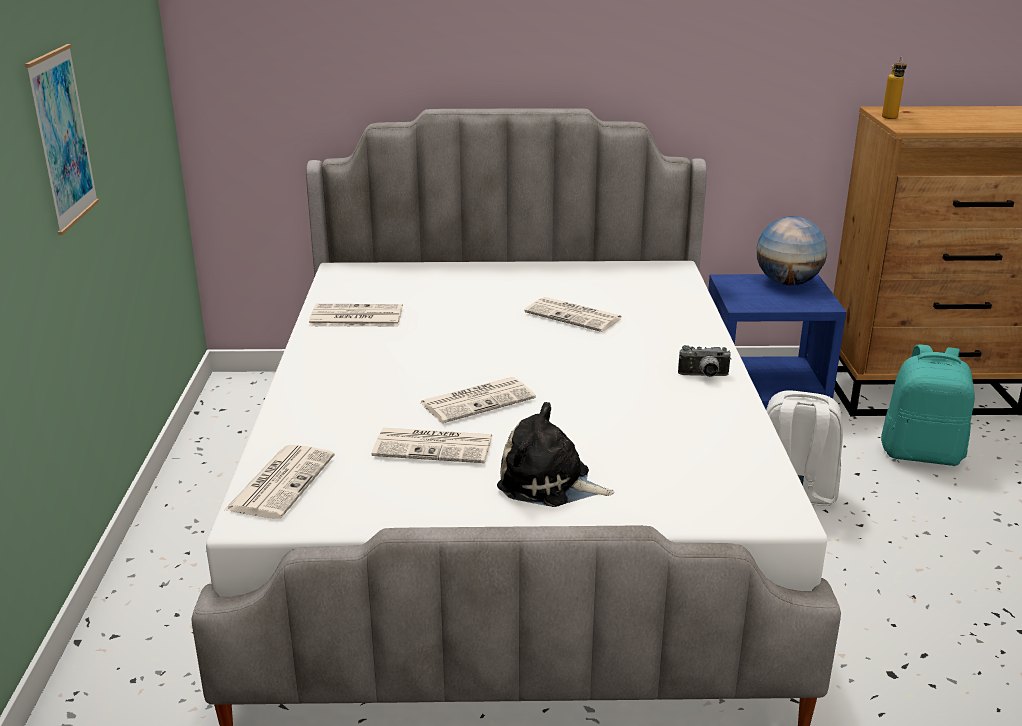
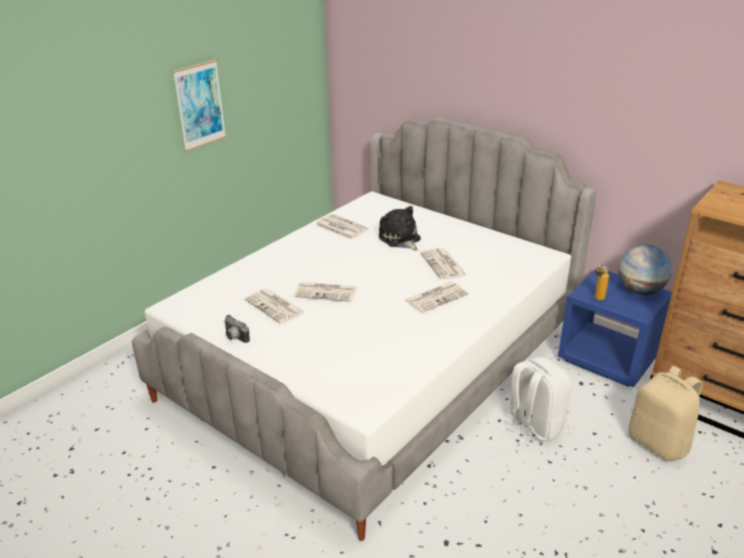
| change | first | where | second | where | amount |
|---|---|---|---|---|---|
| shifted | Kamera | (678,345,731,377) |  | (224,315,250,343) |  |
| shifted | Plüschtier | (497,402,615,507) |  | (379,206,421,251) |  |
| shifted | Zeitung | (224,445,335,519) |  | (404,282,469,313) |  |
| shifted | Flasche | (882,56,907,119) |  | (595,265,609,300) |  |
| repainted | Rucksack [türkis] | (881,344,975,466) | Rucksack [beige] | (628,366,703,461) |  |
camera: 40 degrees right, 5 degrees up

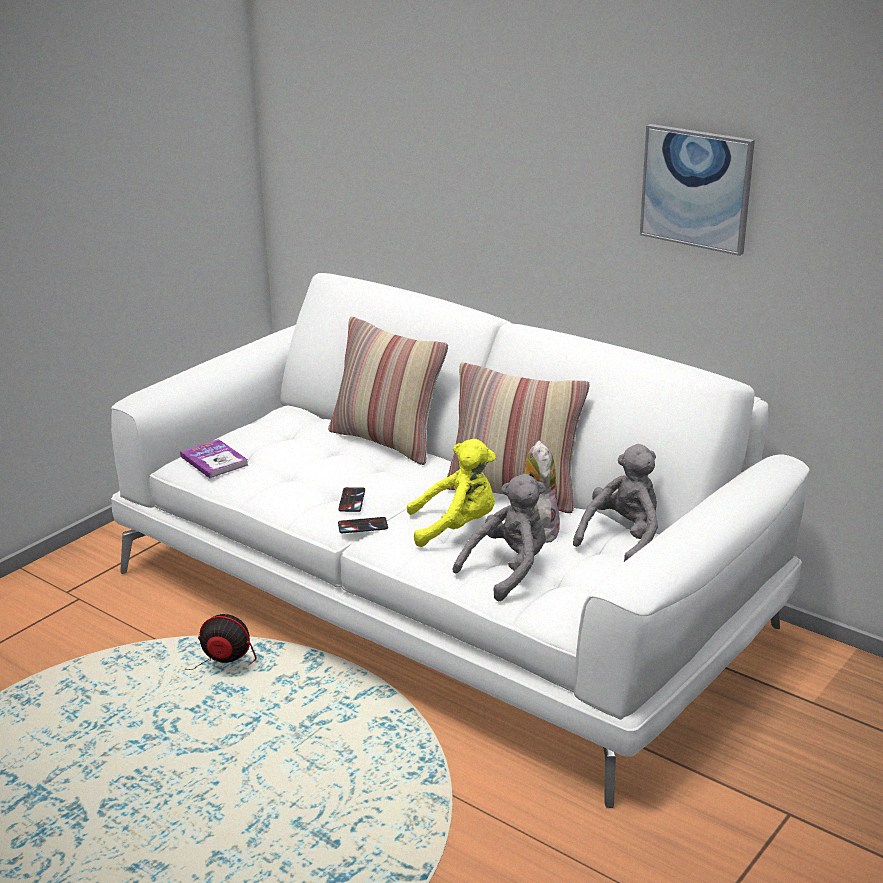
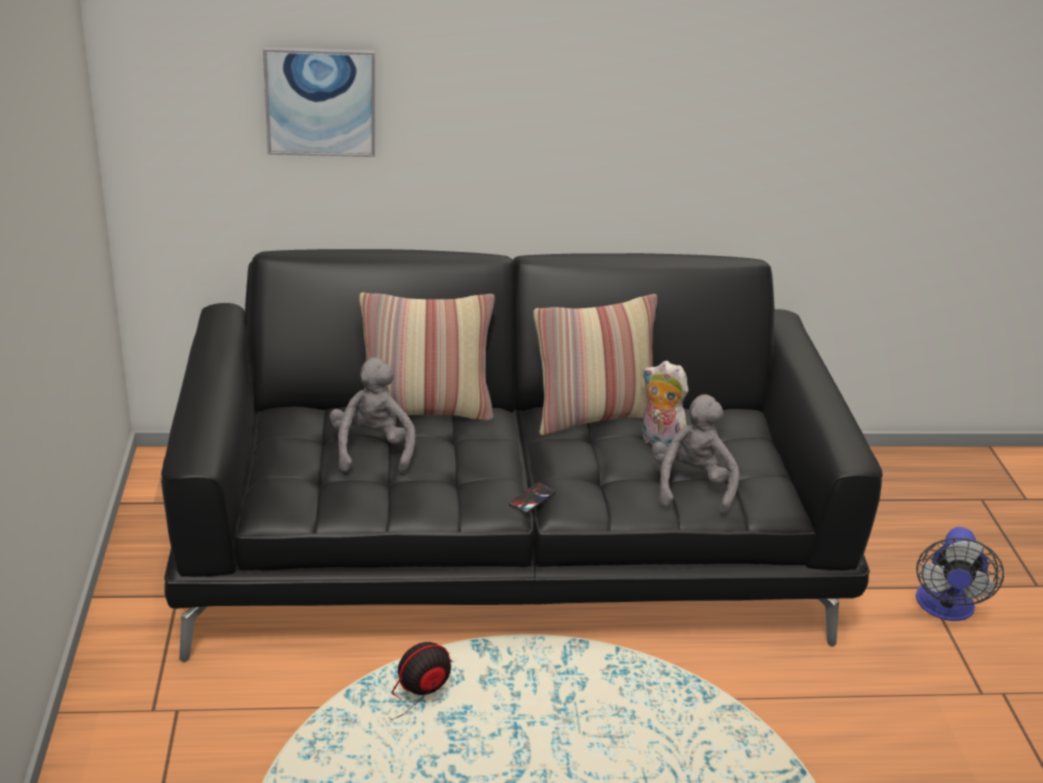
| change | first | where | second | where | amount |
|---|---|---|---|---|---|
| repainted | Sofa [weiß] | (111,273,810,808) | Sofa [schwarz] | (161,249,883,662) |  |
| shifted | Bild | (640,124,755,256) |  | (263,47,375,157) |  |
| shifted | Plüschtier [grau] | (573,444,658,562) |  | (329,358,415,474) |  |
| new |  |  | Ventilator | (916,527,1004,621) |  |
| gone | Buch | (180,439,248,478) |  |  |  |
| gone | Handy | (338,487,365,512) |  |  |  |
| gone | Plüschtier [gelb] | (407,439,495,547) |  |  |  |
camera: 45 degrees left, 5 degrees up

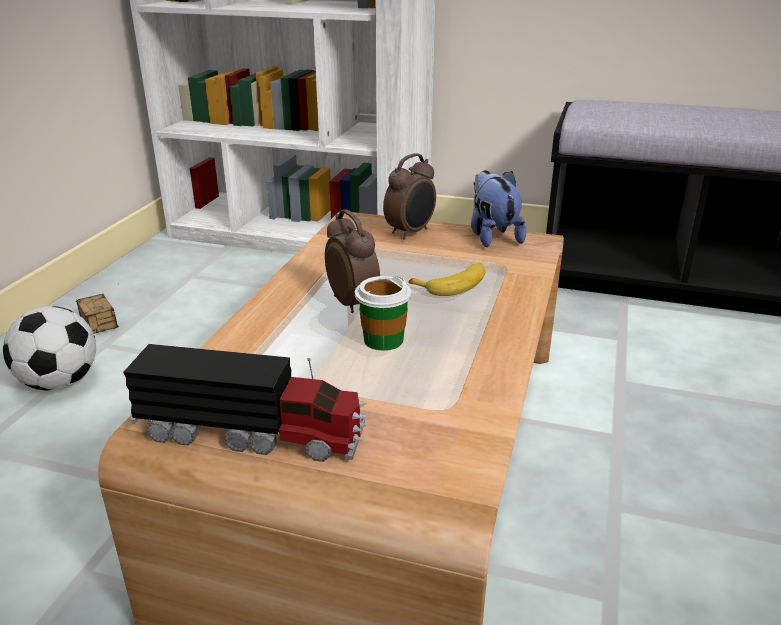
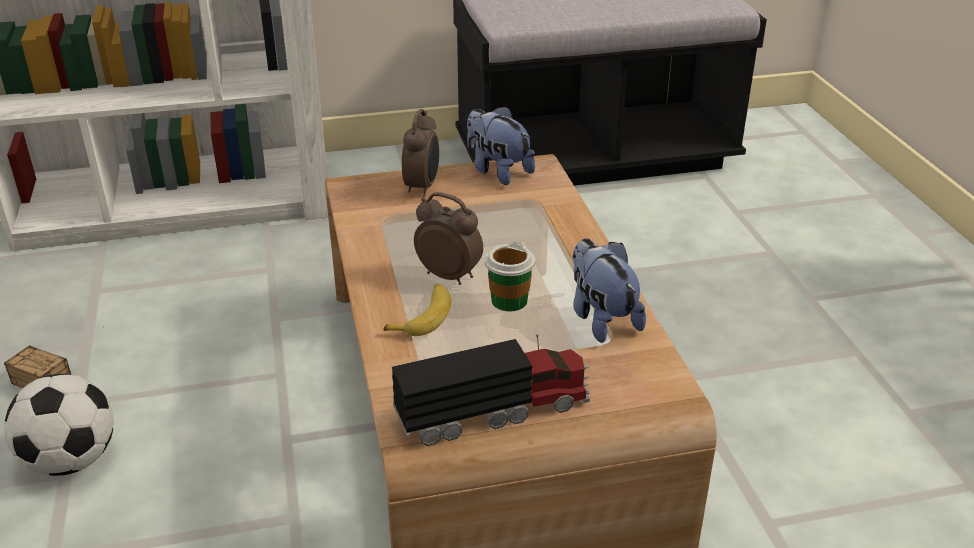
| change | first | where | second | where | amount |
|---|---|---|---|---|---|
| shifted | Banane | (408,263,486,296) |  | (383,284,451,336) |  |
| new |  |  | Plüschtier | (573,239,646,343) |  |
camera: 30 degrees left, 5 degrees up

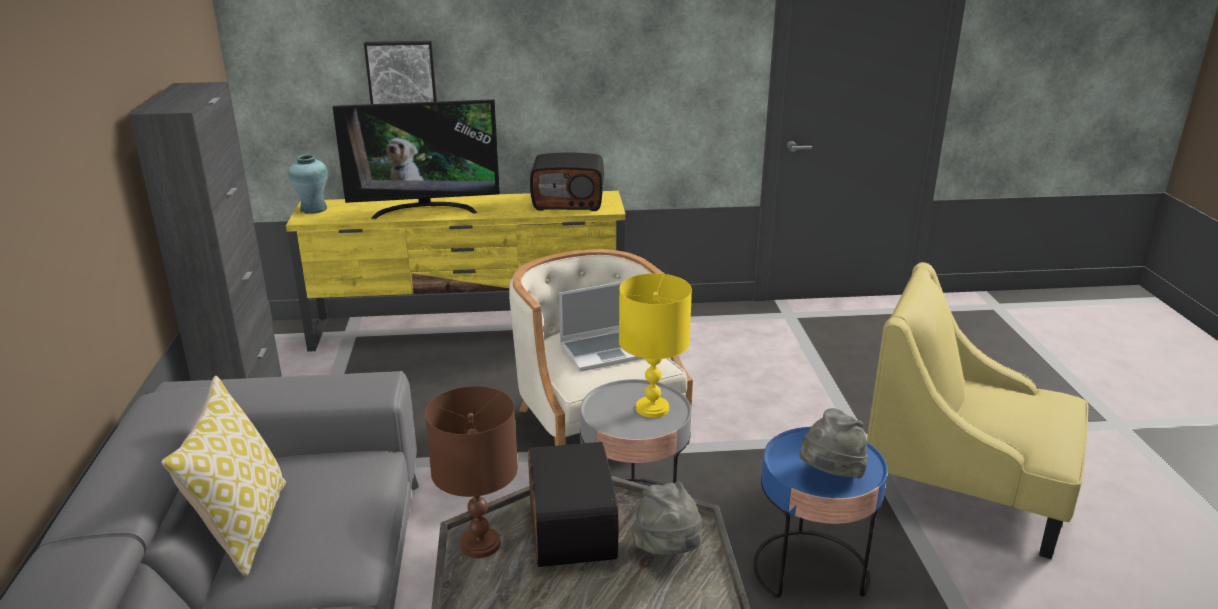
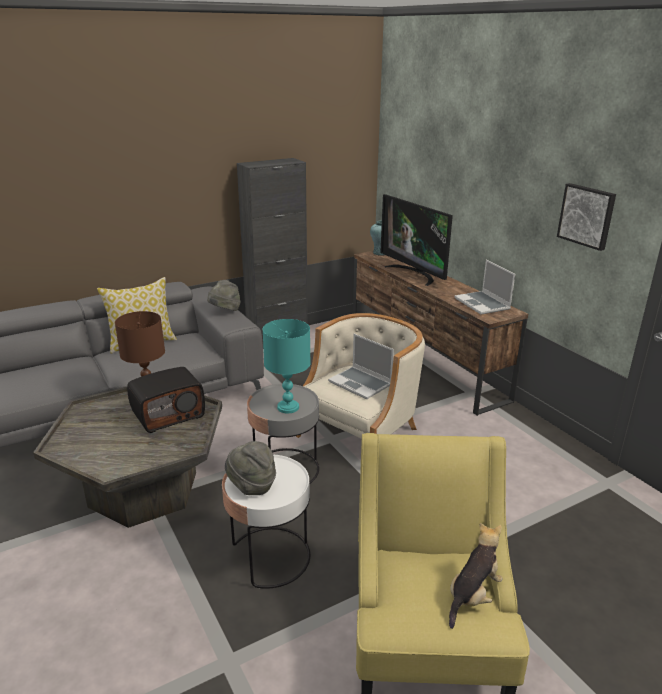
| change | first | where | second | where | amount |
|---|---|---|---|---|---|
| shifted | Hut [grau] | (631,481,702,555) |  | (207,280,241,311) |  |
| repainted | Beistelltisch [blau] | (753,427,888,598) | Beistelltisch [weiß] | (222,455,310,589) |  |
| repainted | Tischlampe [gelb] | (619,273,692,418) | Tischlampe [türkis] | (263,319,311,413) |  |
| repainted | Fernsehschrank [gelb] | (286,191,626,352) | Fernsehschrank [braun] | (353,251,528,416) |  |
| new |  |  | Plüschtier | (449,523,503,629) |  |
| swapped | Radio | (530,152,604,211) | Laptop | (455,260,515,315) |  |
| shifted | Bild | (364,41,437,104) |  | (557,183,616,251) |  |
camera: 65 degrees right, 0 degrees up

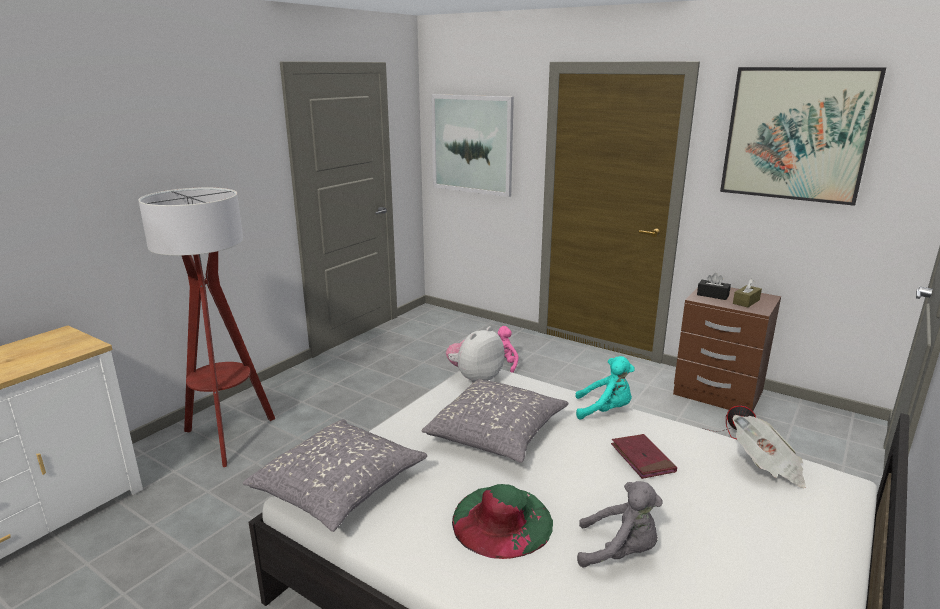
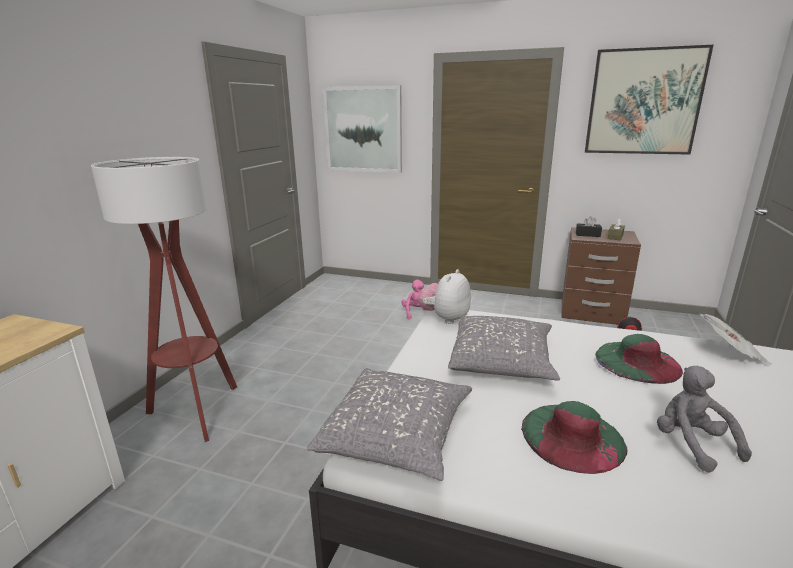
| change | first | where | second | where | amount |
|---|---|---|---|---|---|
| swapped | Buch [rot] | (611,434,677,479) | Hut [grün] | (596,334,683,384) |  |
| rotated | Plüschtier [grau] | (577,481,663,567) |  | (657,366,752,473) | 105 degrees counterclockwise |
| gone | Plüschtier [türkis] | (575,356,635,420) |  |  |  |
camera: 15 degrees left, 0 degrees up

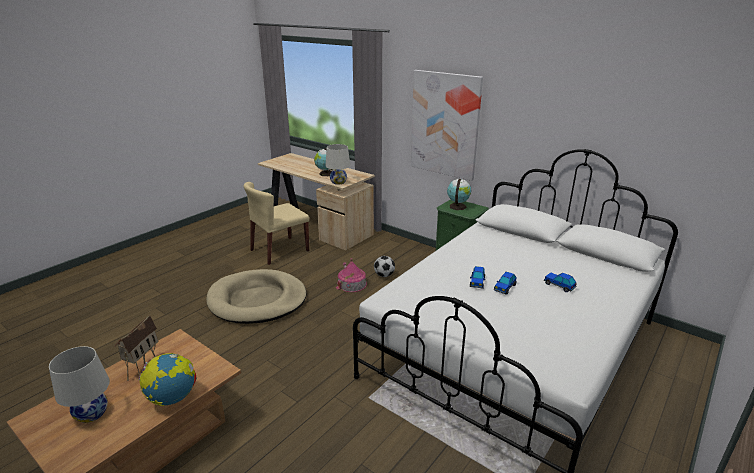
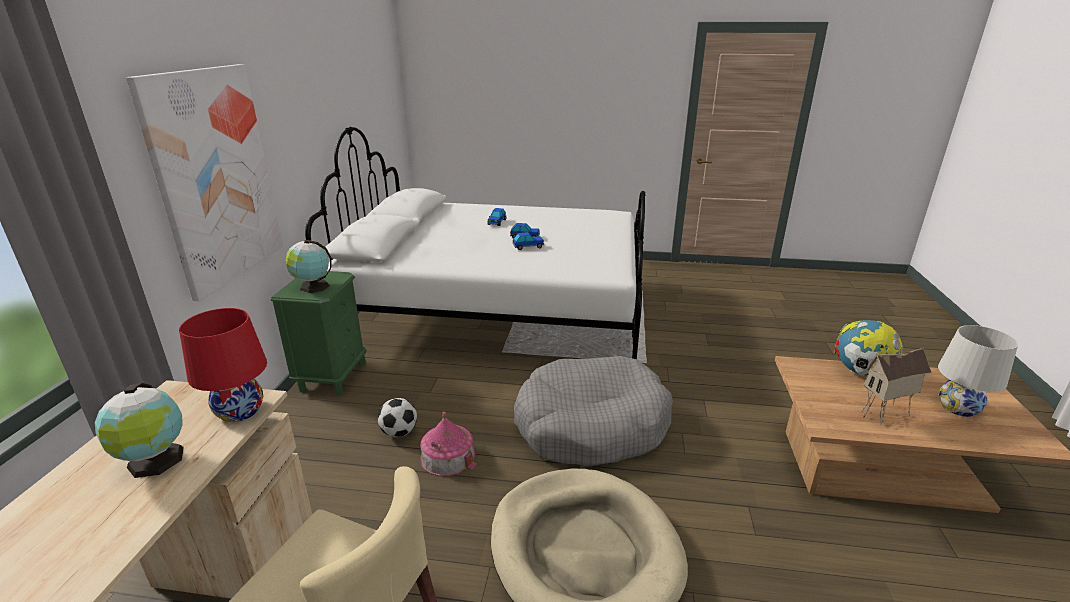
| change | first | where | second | where | amount |
|---|---|---|---|---|---|
| repainted | Tischlampe [weiß] | (325,144,350,185) | Tischlampe [rot] | (179,308,267,422) |  |
| new |  |  | Hundebett [grau] | (514,356,673,467) |  |
camera: 120 degrees left, 0 degrees up

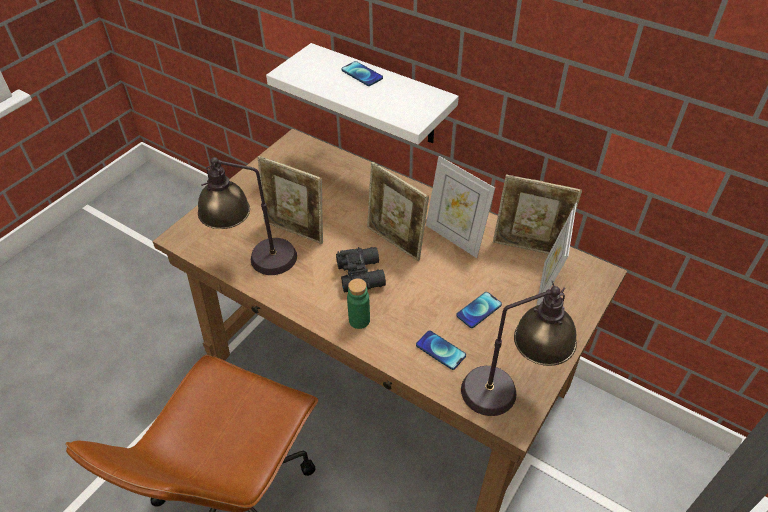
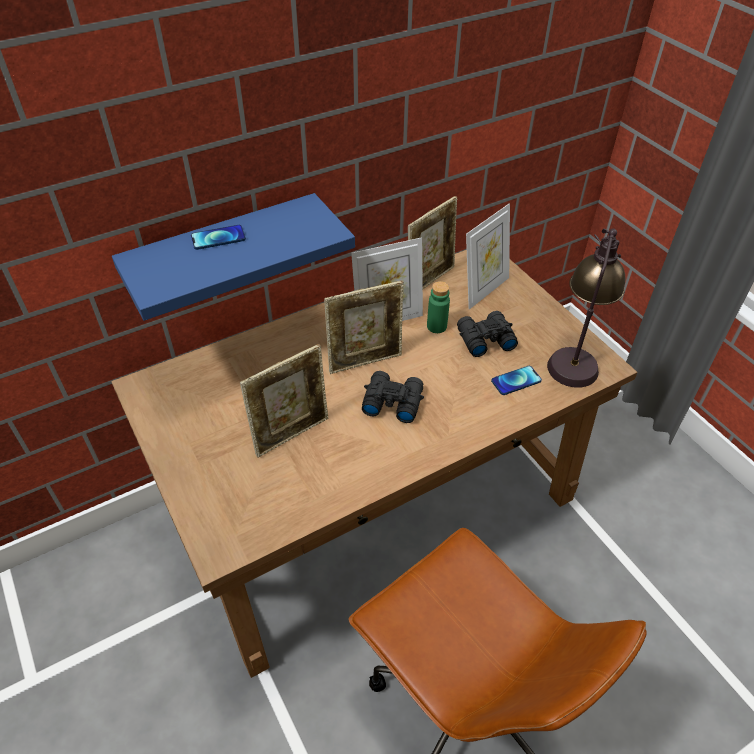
| change | first | where | second | where | amount |
|---|---|---|---|---|---|
| repainted | Wandregal [weiß] | (266,43,459,145) | Wandregal [blau] | (112,193,355,321) |  |
| shifted | Flasche [grün] | (347,278,370,329) |  | (427,281,450,333) |  |
| swapped | Handy | (456,292,502,328) | Fernglas [schwarz] | (457,311,518,357) |  |
| rotated | Bilderrahmen | (536,203,577,306) |  | (466,203,510,309) | 90 degrees counterclockwise |
| gone | Tischlampe | (198,157,297,275) |  |  |  |
camera: 65 degrees left, 0 degrees up

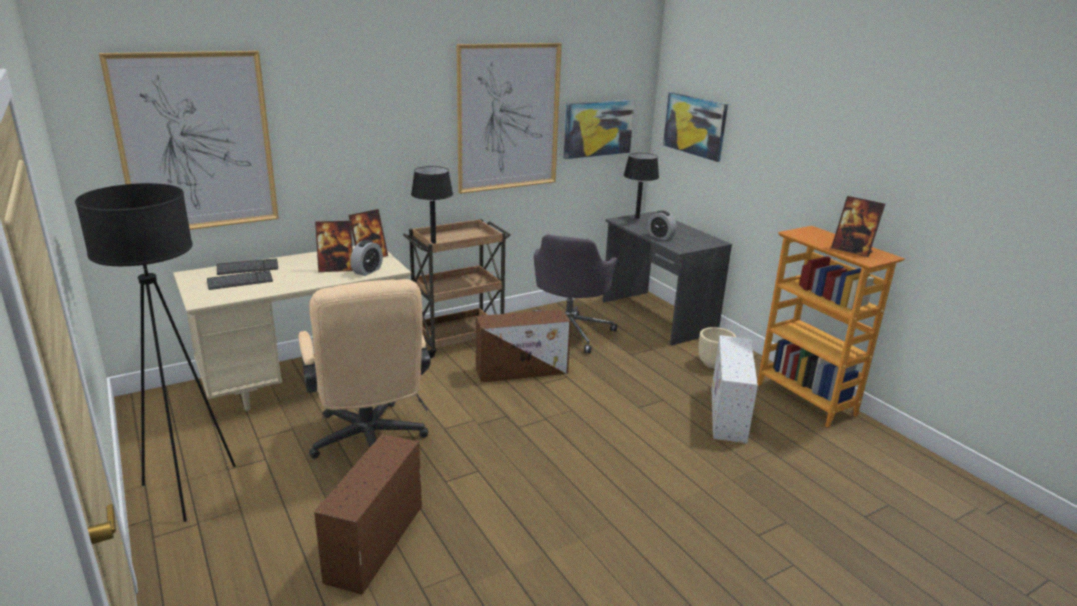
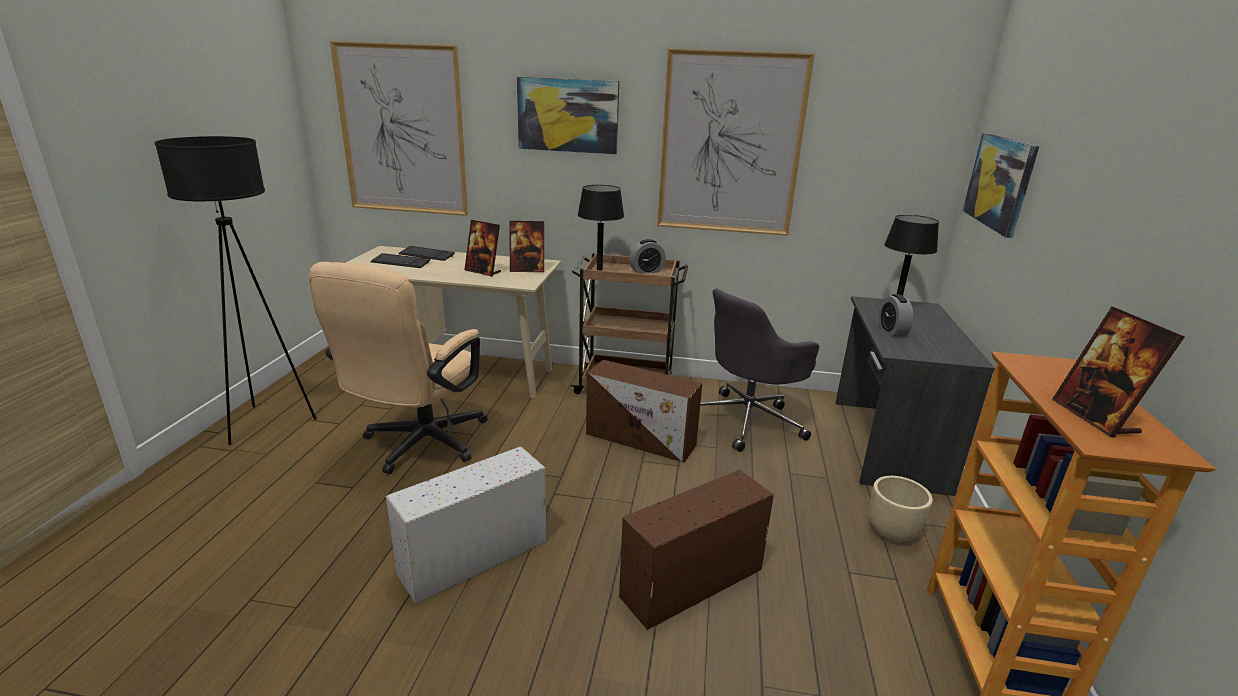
| change | first | where | second | where | amount |
|---|---|---|---|---|---|
| shifted | Aufbewahrungsbox [weiß] | (711,335,758,443) |  | (386,447,546,604) |  |
| shifted | Bild | (564,100,634,159) |  | (517,77,619,154) |  |
| shifted | Aufbewahrungsbox [braun] | (314,434,422,595) |  | (619,470,774,630) |  |
| shifted | Wecker | (350,240,383,276) |  | (629,239,666,274) |  |
camera: 40 degrees right, 0 degrees up

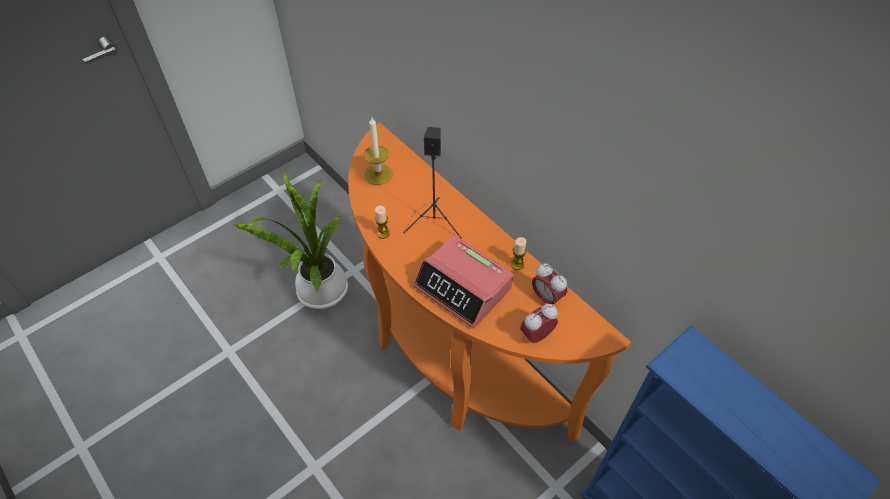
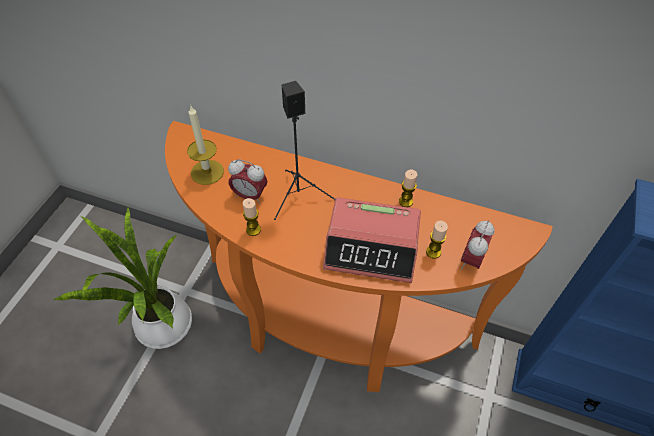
| change | first | where | second | where | amount |
|---|---|---|---|---|---|
| shifted | Wecker | (532,263,567,304) |  | (228,159,267,204) |  |
| new |  |  | Kerze | (426,221,448,259) |  |
camera: 30 degrees left, 0 degrees up

